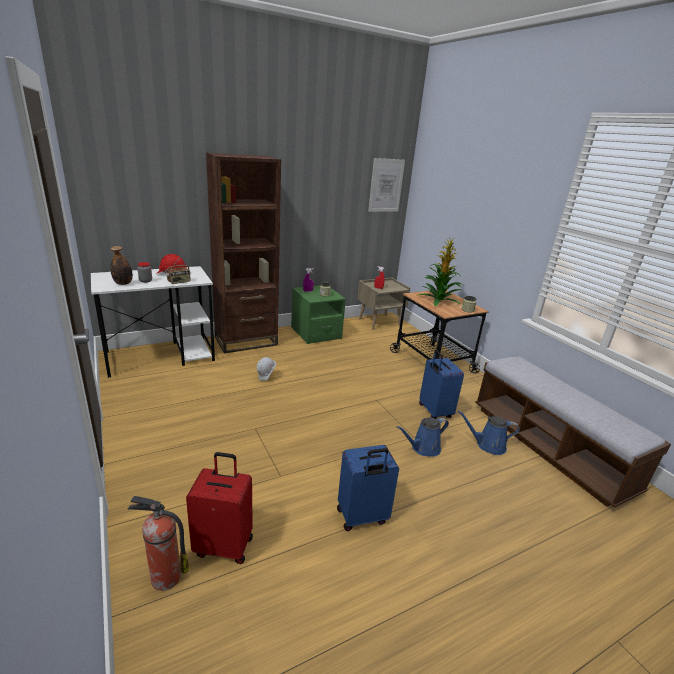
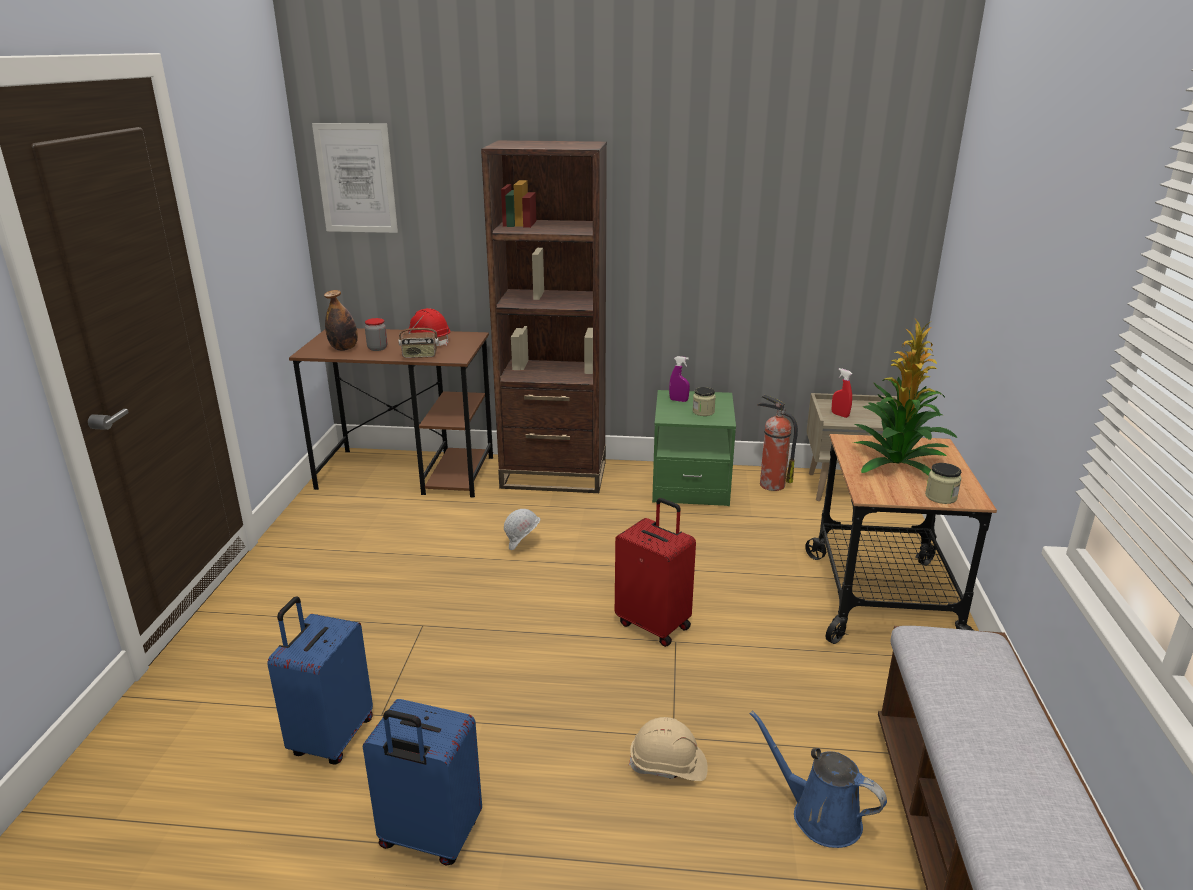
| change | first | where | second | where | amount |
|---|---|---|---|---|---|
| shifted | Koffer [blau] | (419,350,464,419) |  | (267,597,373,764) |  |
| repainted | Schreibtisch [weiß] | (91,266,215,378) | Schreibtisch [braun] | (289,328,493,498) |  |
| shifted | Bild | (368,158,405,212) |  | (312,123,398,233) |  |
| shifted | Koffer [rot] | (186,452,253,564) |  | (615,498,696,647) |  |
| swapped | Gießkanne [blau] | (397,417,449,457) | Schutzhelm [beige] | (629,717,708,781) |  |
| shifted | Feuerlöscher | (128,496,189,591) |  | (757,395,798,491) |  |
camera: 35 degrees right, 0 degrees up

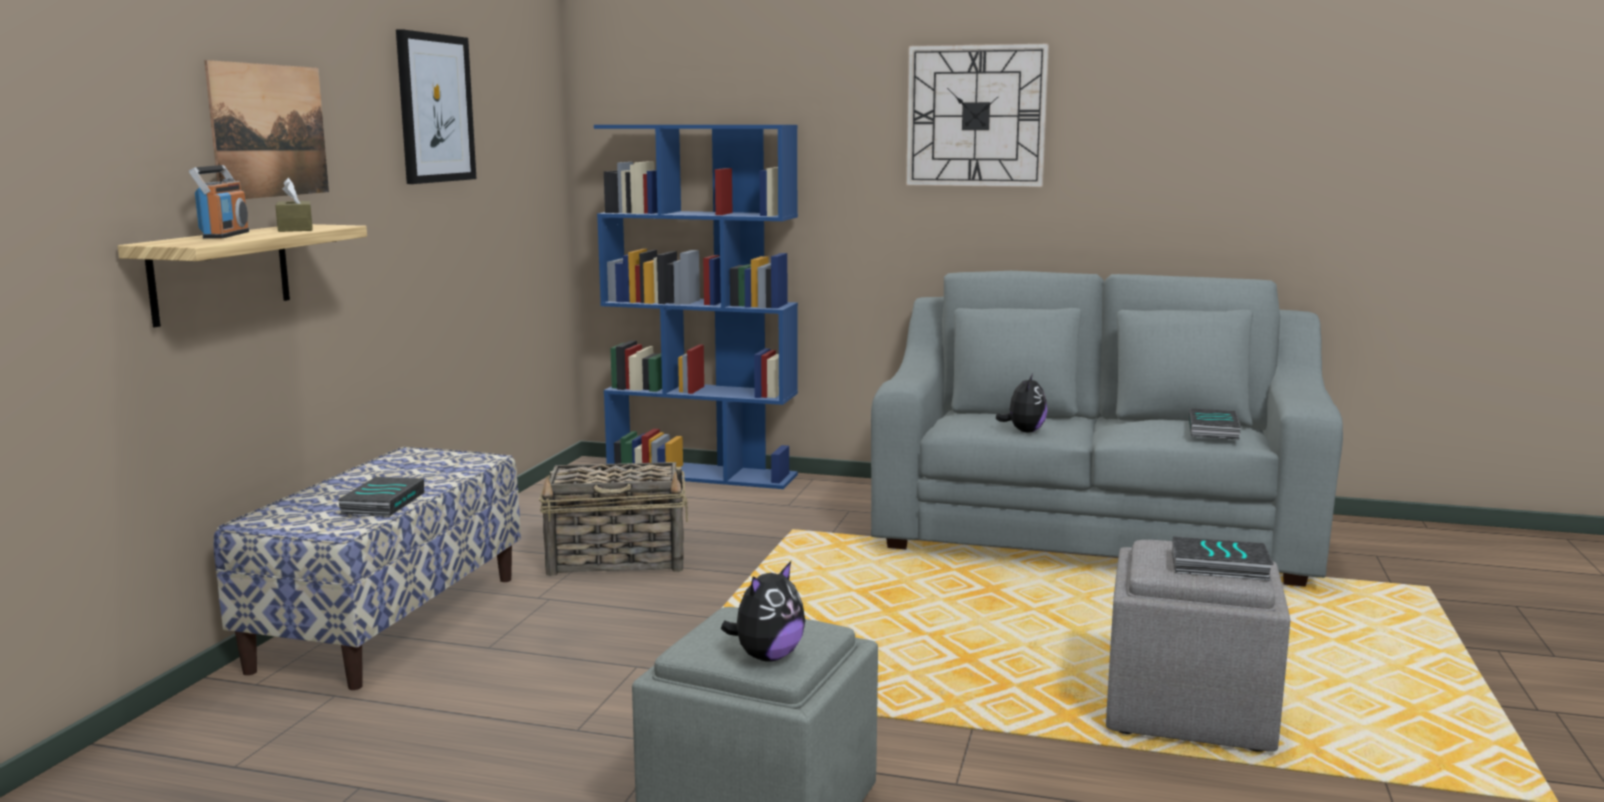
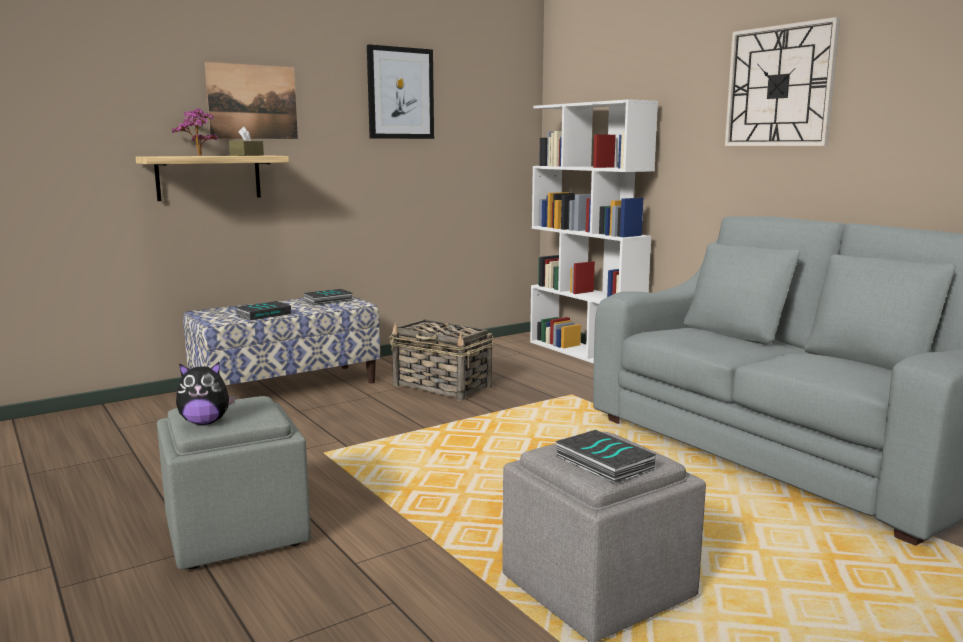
| change | first | where | second | where | amount |
|---|---|---|---|---|---|
| swapped | Radio | (189,165,249,239) | Topfpflanze | (172,108,218,156) |  |
| shifted | Buch | (1189,408,1241,440) |  | (303,289,353,305) |  |
| repainted | Bücherregal [blau] | (594,125,798,489) | Bücherregal [weiß] | (530,99,658,364) |  |
| gone | Plüschtier | (996,373,1047,432) |  |  |  |
camera: 40 degrees right, 0 degrees up

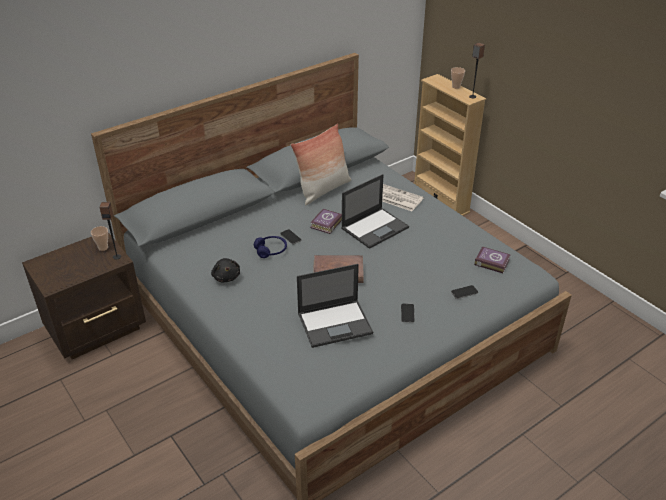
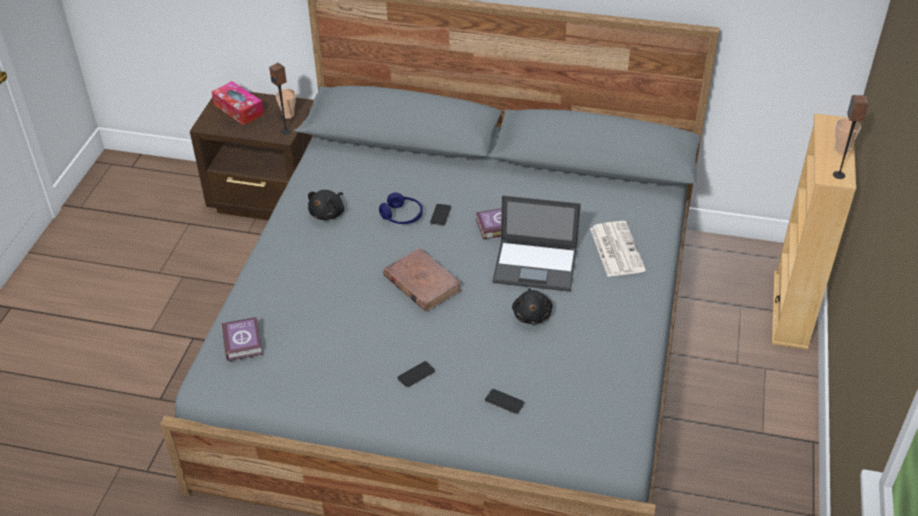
| change | first | where | second | where | amount |
|---|---|---|---|---|---|
| new |  |  | Taschentuchbox | (212,81,264,125) |  |
| shifted | Buch | (474,247,511,273) |  | (222,317,263,361) |  |
| new |  |  | Plüschtier [schwarz] | (512,288,553,324) |  |
| gone | Kissen | (291,124,351,205) |  |  |  |
| gone | Laptop | (297,264,373,348) |  |  |  |
camera: 50 degrees right, 5 degrees up

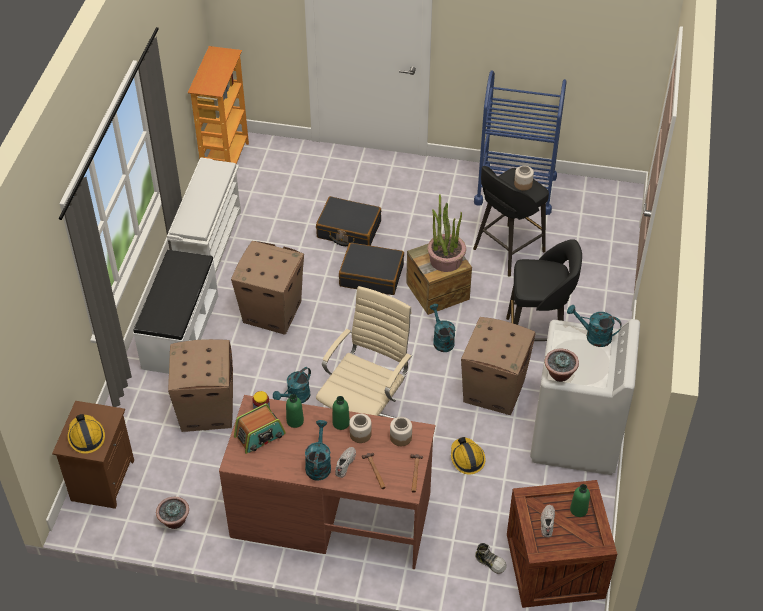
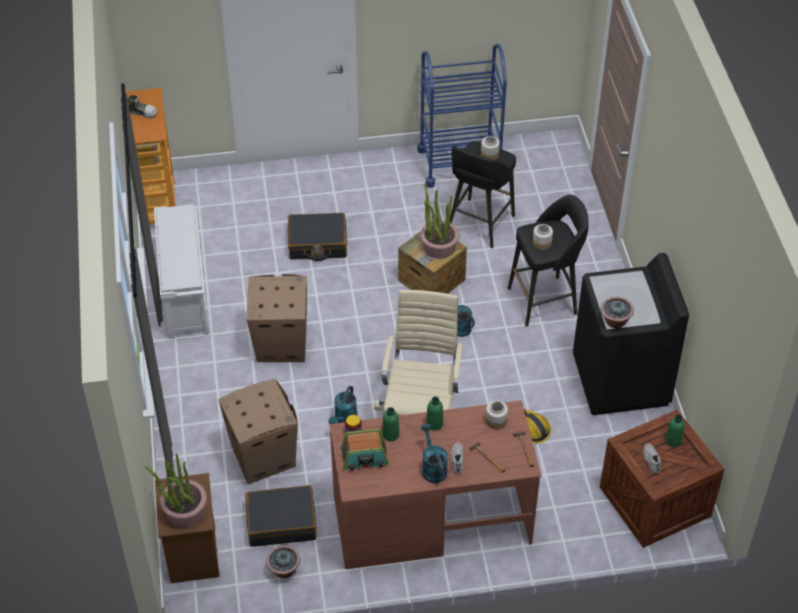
| change | first | where | second | where | amount |
|---|---|---|---|---|---|
| shifted | Schuh | (475,543,507,574) |  | (128,95,157,118) |  |
| swapped | Schutzhelm | (67,414,105,454) | Topfpflanze | (145,453,207,527) |  |
| shifted | Koffer [schwarz] | (339,243,404,295) |  | (245,485,316,547) |  |
| rotated | Radio | (234,403,286,454) |  | (340,429,389,470) | 45 degrees clockwise |
| shifted | Vorratsglas | (349,414,372,443) |  | (533,224,553,250) |  |
| repainted | Waschmaschine [weiß] | (530,319,640,475) | Waschmaschine [schwarz] | (573,253,689,415) |  |
| gone | Bank [weiß] | (133,250,218,374) |  |  |  |
| gone | Karton | (461,317,536,415) |  |  |  |
| gone | Gießkanne [türkis] | (567,305,622,347) |  |  |  |
camera: 20 degrees left, 0 degrees up

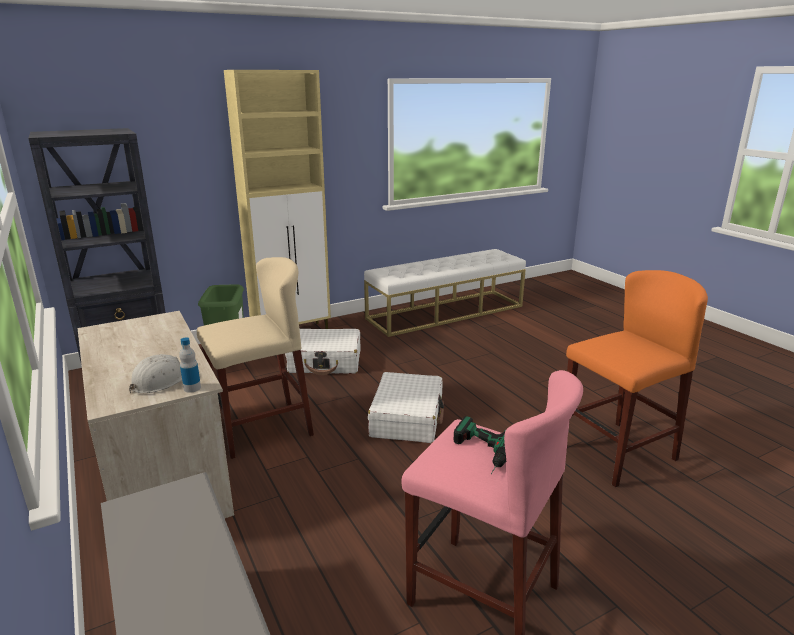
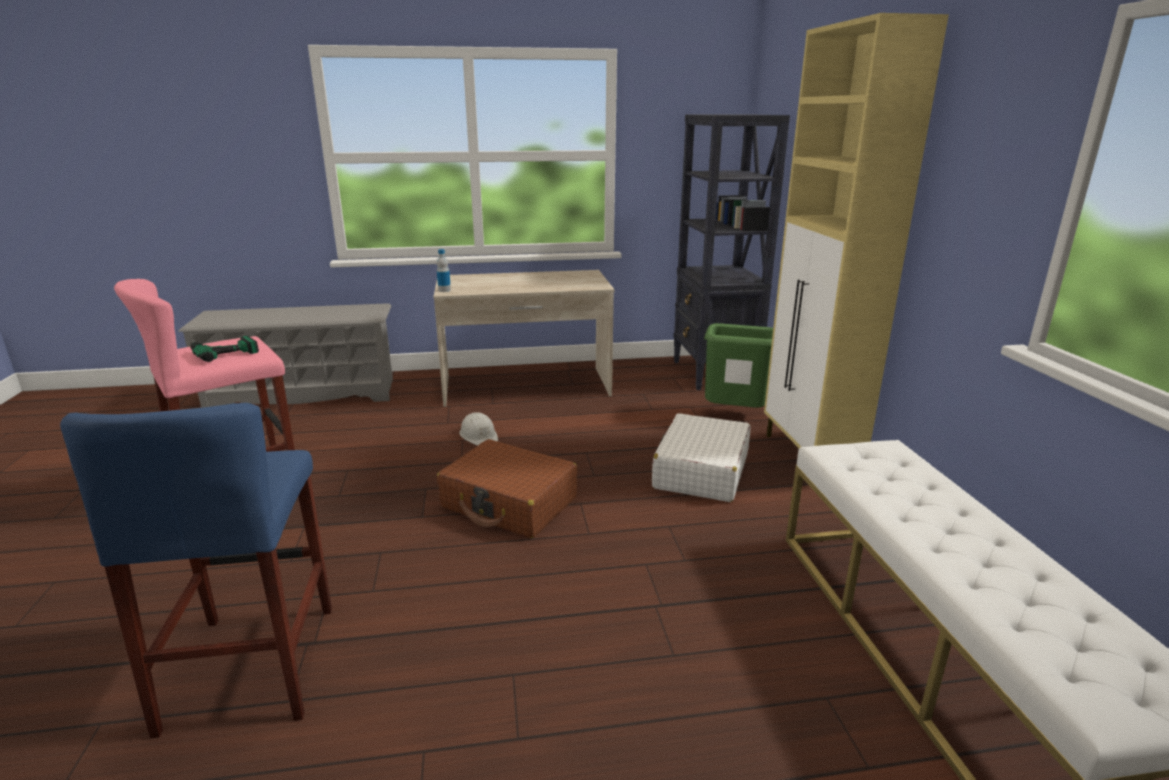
| change | first | where | second | where | amount |
|---|---|---|---|---|---|
| repainted | Hocker [orange] | (566,270,708,487) | Hocker [blau] | (60,403,332,738) |  |
| repainted | Koffer [weiß] | (368,372,444,443) | Koffer [braun] | (437,439,577,538) |  |
| shifted | Schutzhelm [weiß] | (129,354,182,393) |  | (459,412,498,446) |  |
| gone | Hocker [beige] | (197,257,314,459) |  |  |  |
camera: 110 degrees right, 0 degrees up

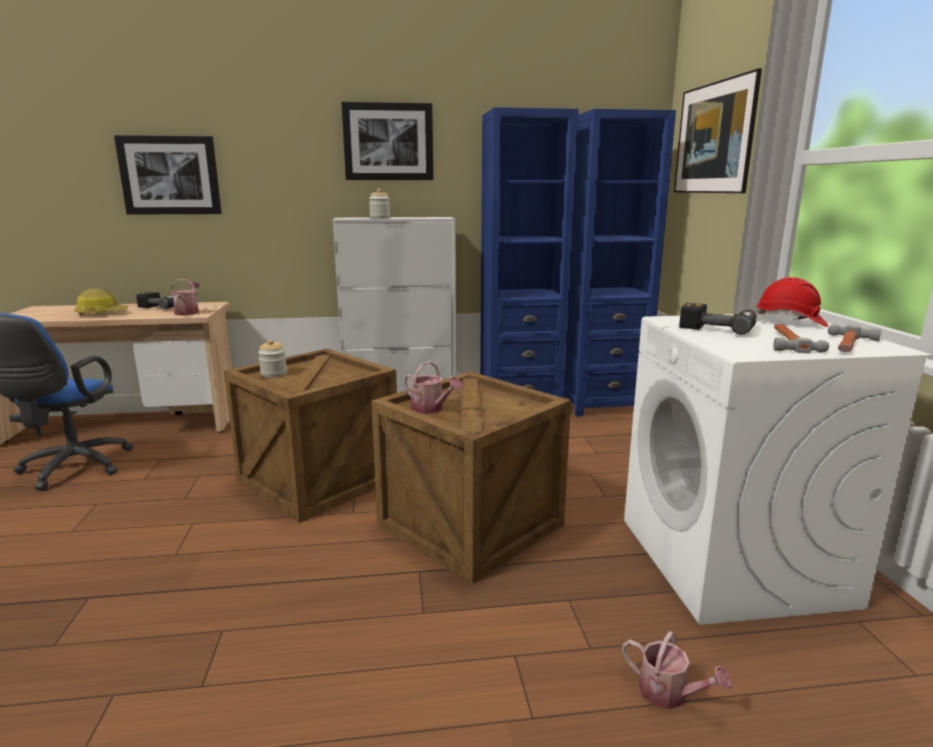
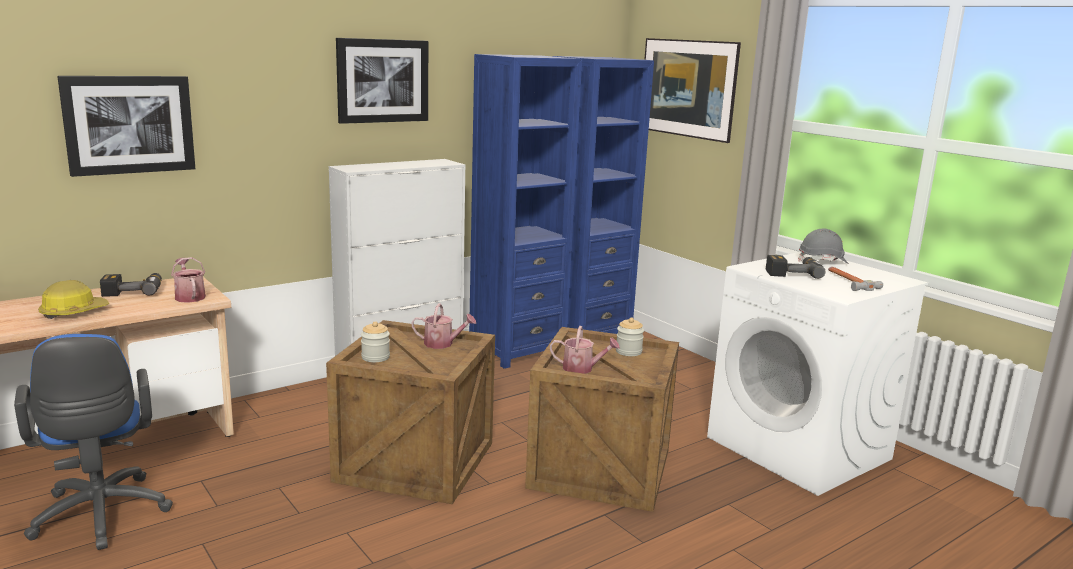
| change | first | where | second | where | amount |
|---|---|---|---|---|---|
| shifted | Gießkanne | (622,631,731,709) |  | (411,303,476,349) |  |
| shifted | Vorratsglas | (369,189,391,218) |  | (616,318,644,356) |  |
| repainted | Schutzhelm [rot] | (756,277,828,327) | Schutzhelm [grau] | (798,228,849,264) |  |
| gone | Hammer | (828,325,882,352) |  |  |  |
camera: 30 degrees left, 0 degrees up

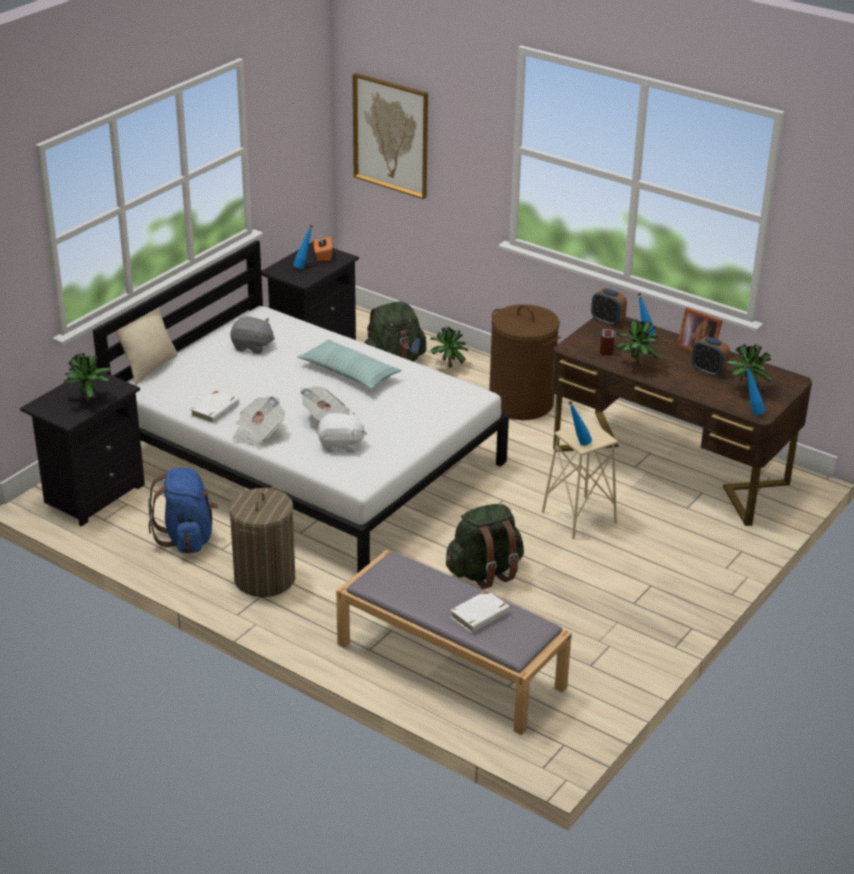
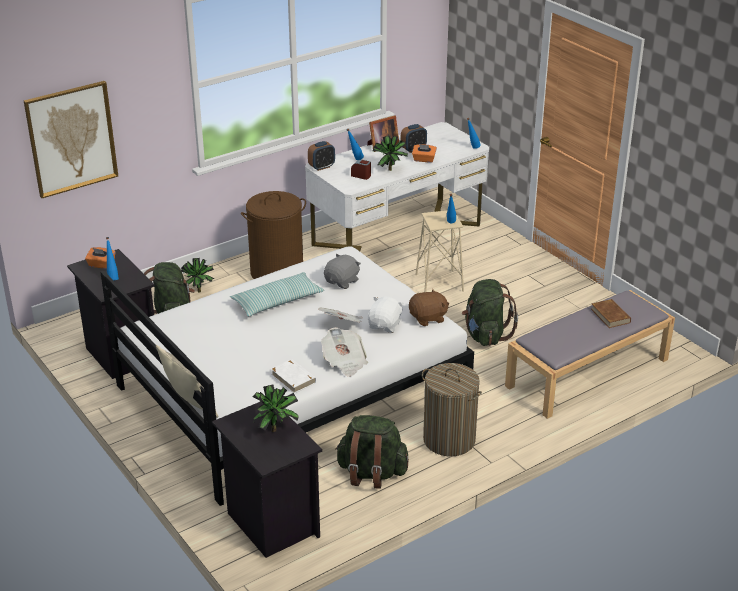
| change | first | where | second | where | amount |
|---|---|---|---|---|---|
| repainted | Schreibtisch [braun] | (551,316,812,526) | Schreibtisch [weiß] | (305,122,489,251) |  |
| shifted | Plüschtier [grau] | (230,316,275,354) |  | (324,253,361,289) |  |
| repainted | Rucksack [blau] | (148,467,218,554) | Rucksack [grün] | (335,415,409,489) |  |
| new |  |  | Plüschtier [braun] | (409,289,449,326) |  |
| new |  |  | Taschentuchbox [orange] | (412,144,437,163) |  |
| repainted | Buch [weiß] | (451,590,511,633) | Buch [braun] | (591,299,631,328) |  |
| gone | Topfpflanze | (726,344,772,392) |  |  |  |
camera: 70 degrees left, 0 degrees up

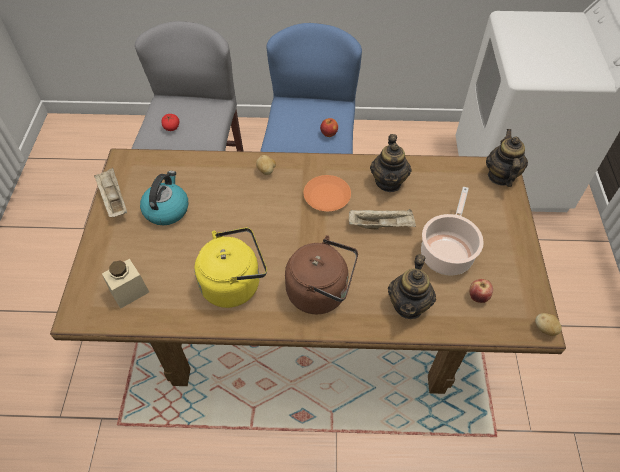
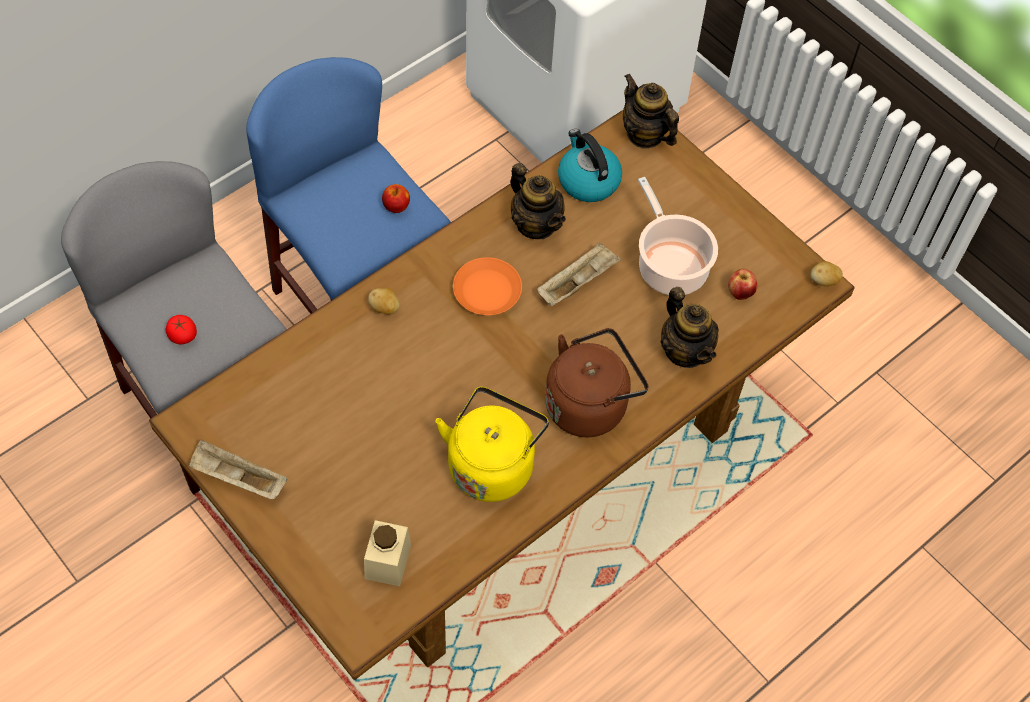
| change | first | where | second | where | amount |
|---|---|---|---|---|---|
| shifted | Wasserkessel | (140,171,188,225) |  | (558,129,622,202) |  |
camera: 45 degrees left, 5 degrees up

